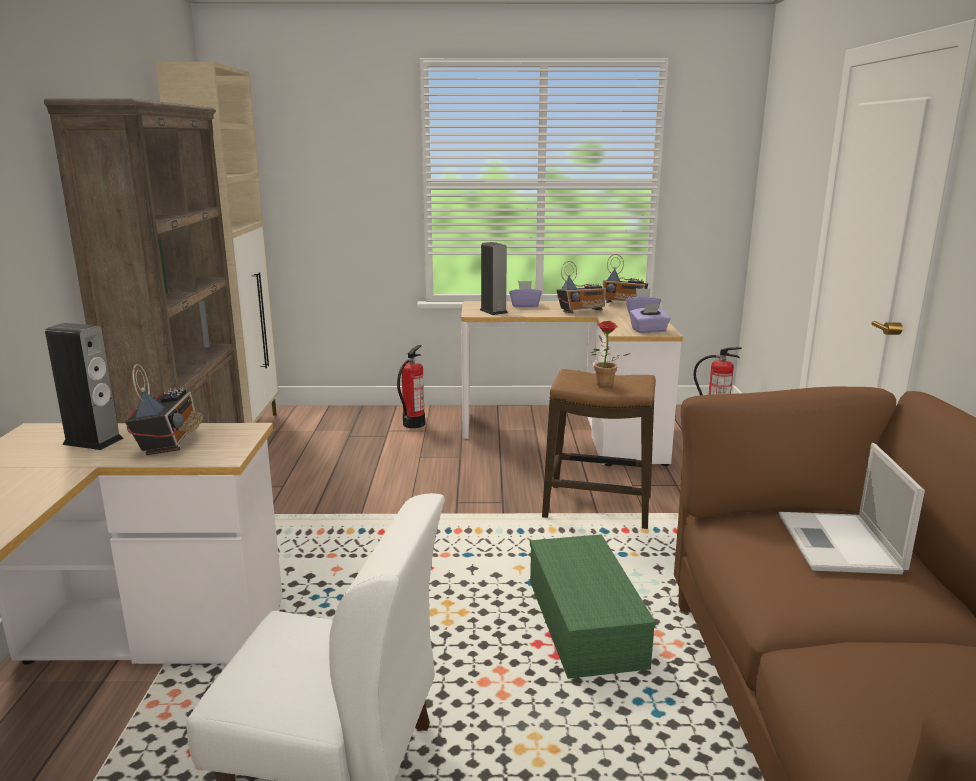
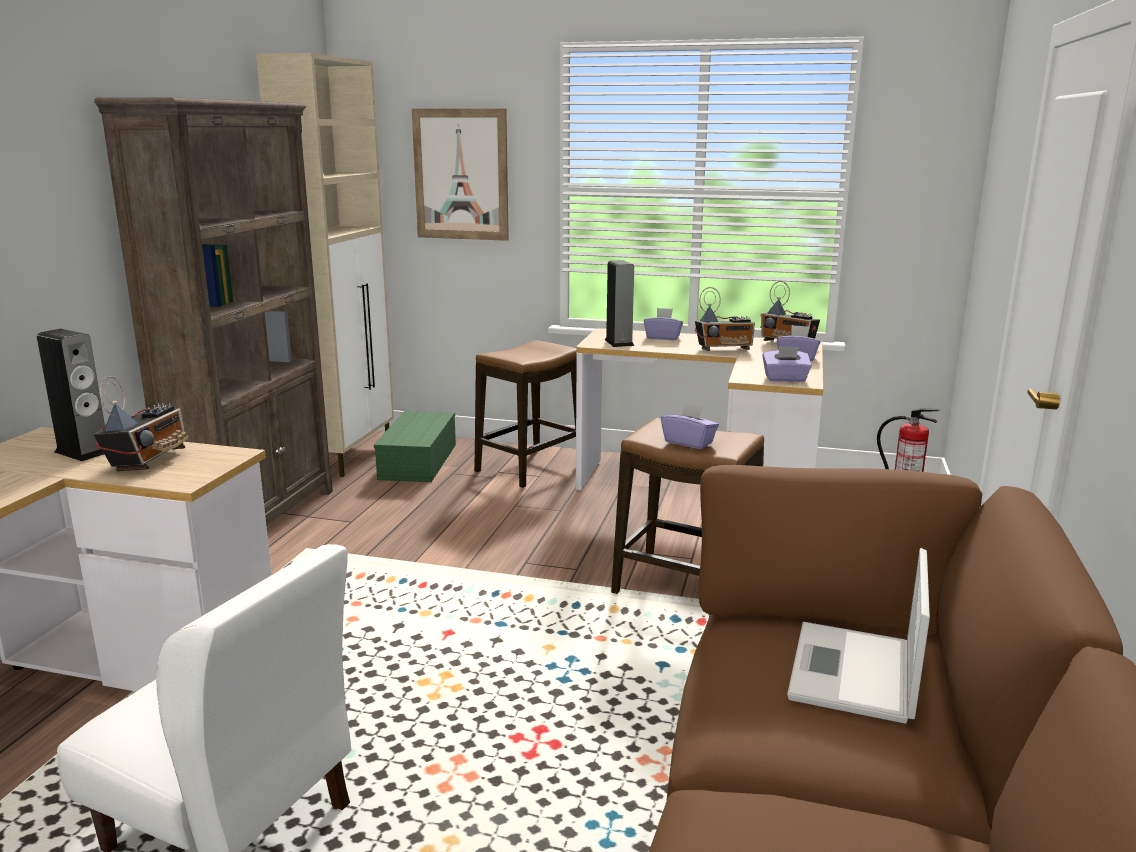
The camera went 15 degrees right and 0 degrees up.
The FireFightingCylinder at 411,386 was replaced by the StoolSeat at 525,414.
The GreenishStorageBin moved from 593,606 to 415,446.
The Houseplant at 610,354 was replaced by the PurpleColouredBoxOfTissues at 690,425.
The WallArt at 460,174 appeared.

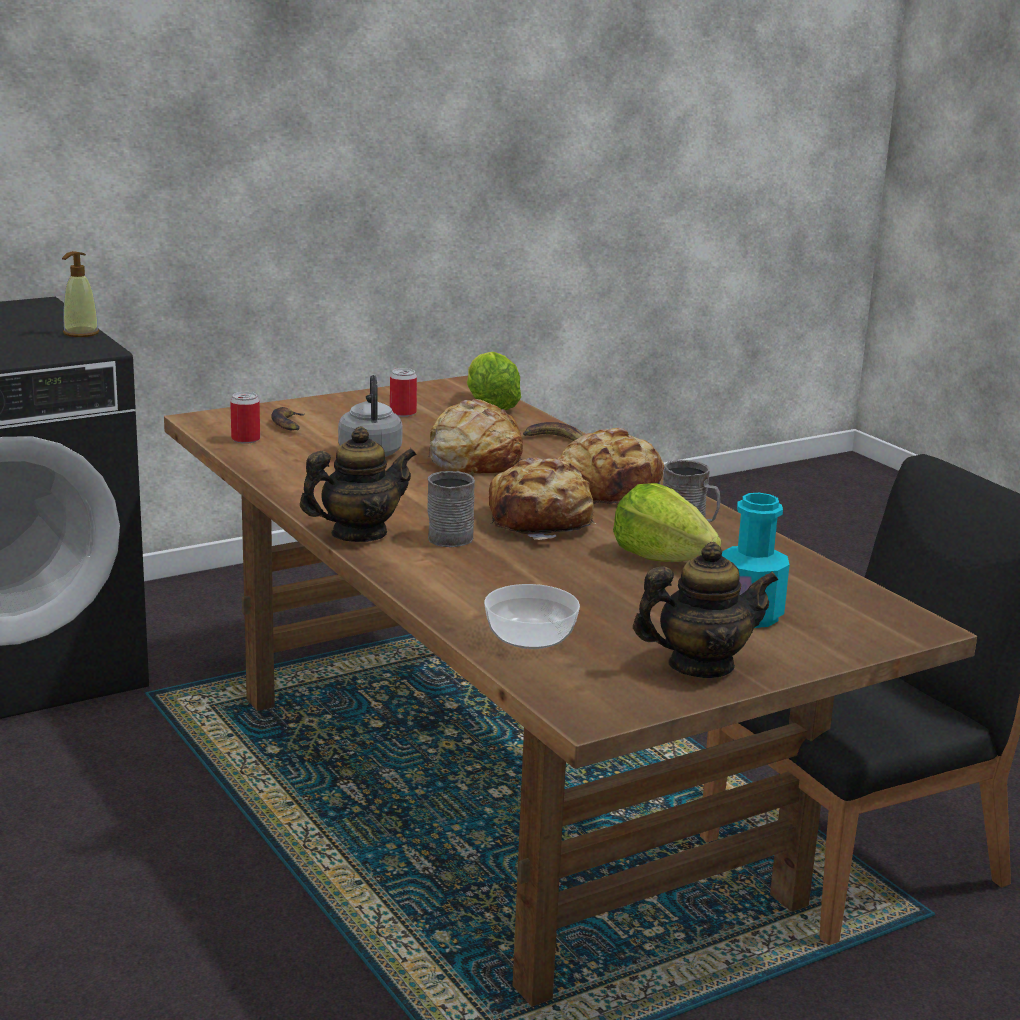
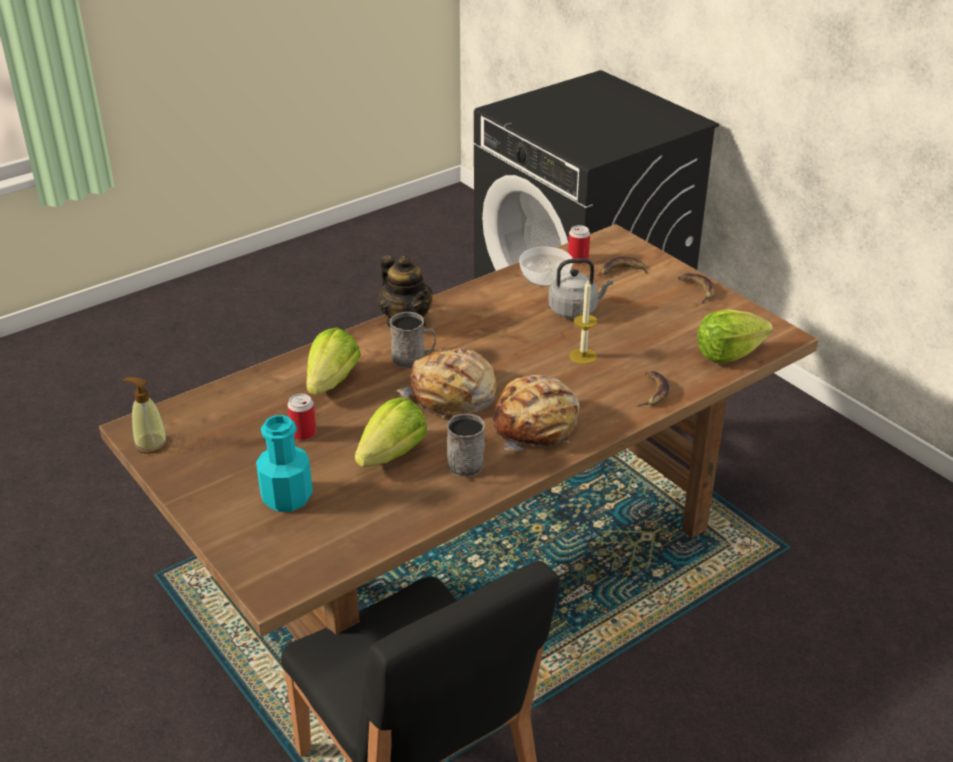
The camera went 85 degrees right and 15 degrees up.
The LiquidSoapBottle moved from 80,294 to 145,415.
The MetalCan moved from 403,392 to 301,417.
The BakeryBread at 475,436 was replaced by the WaxLight at 583,322.
The Bowl moved from 532,616 to 546,266.
The TeaPot at 706,610 disappeared.
The HeadOfLettuce at 333,361 appeared.
The Banana at 697,288 appeared.

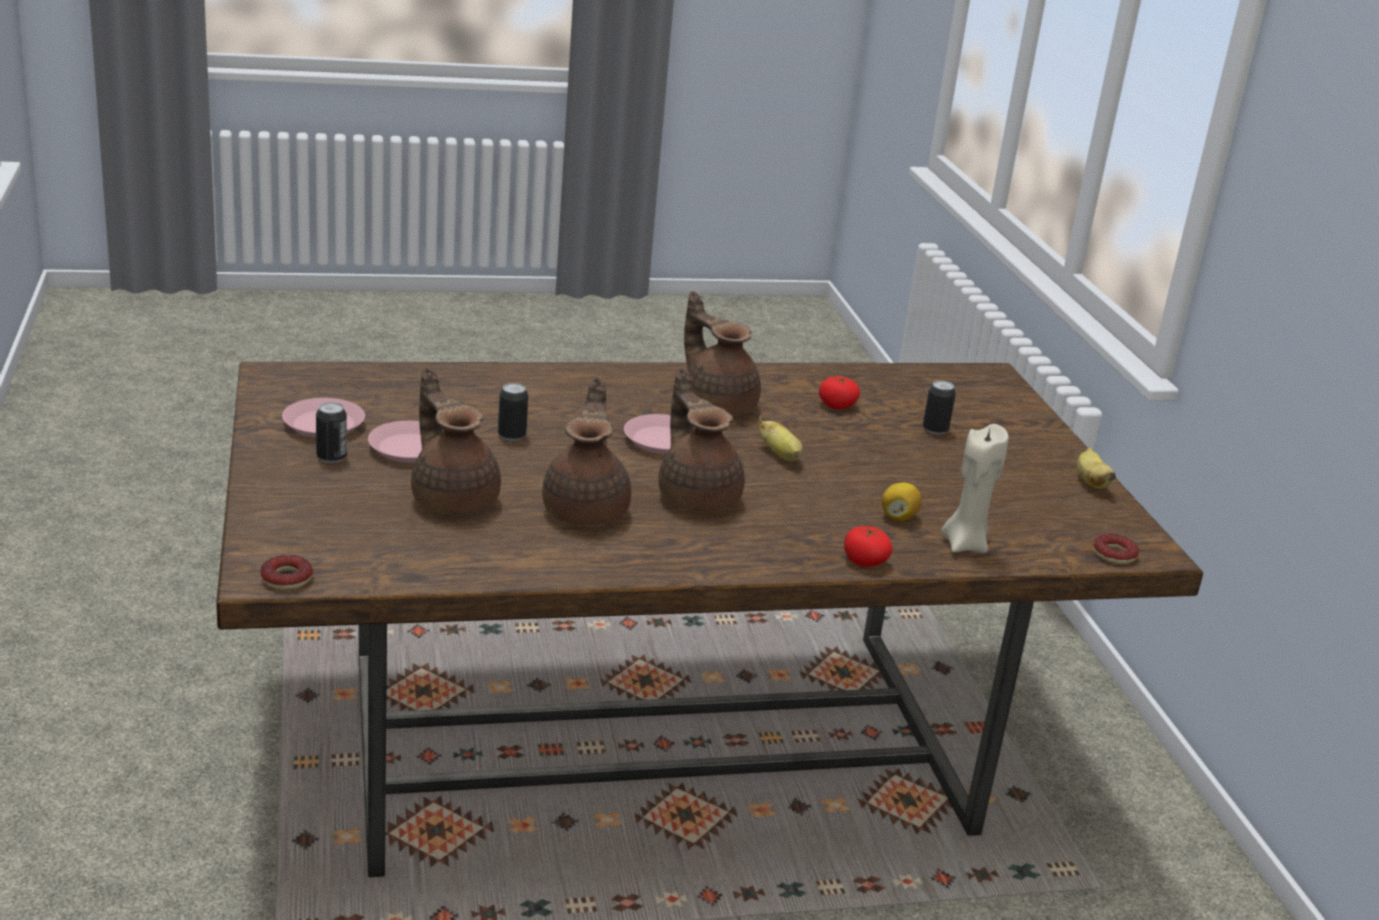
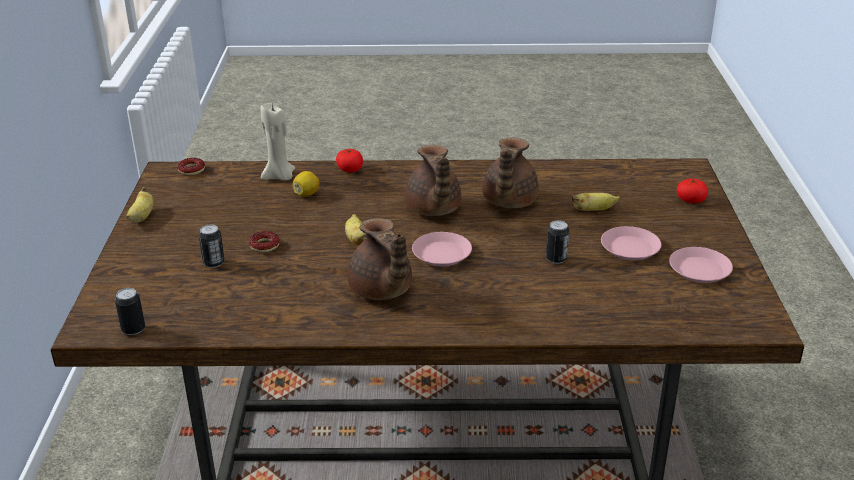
The camera went 165 degrees left and 5 degrees up.
The Donut moved from 287,572 to 264,241.
The MetalCan moved from 331,432 to 130,311.
The BrownishTeaPot at 456,441 was replaced by the Banana at 596,202.
The WholeTomato moved from 839,393 to 692,191.

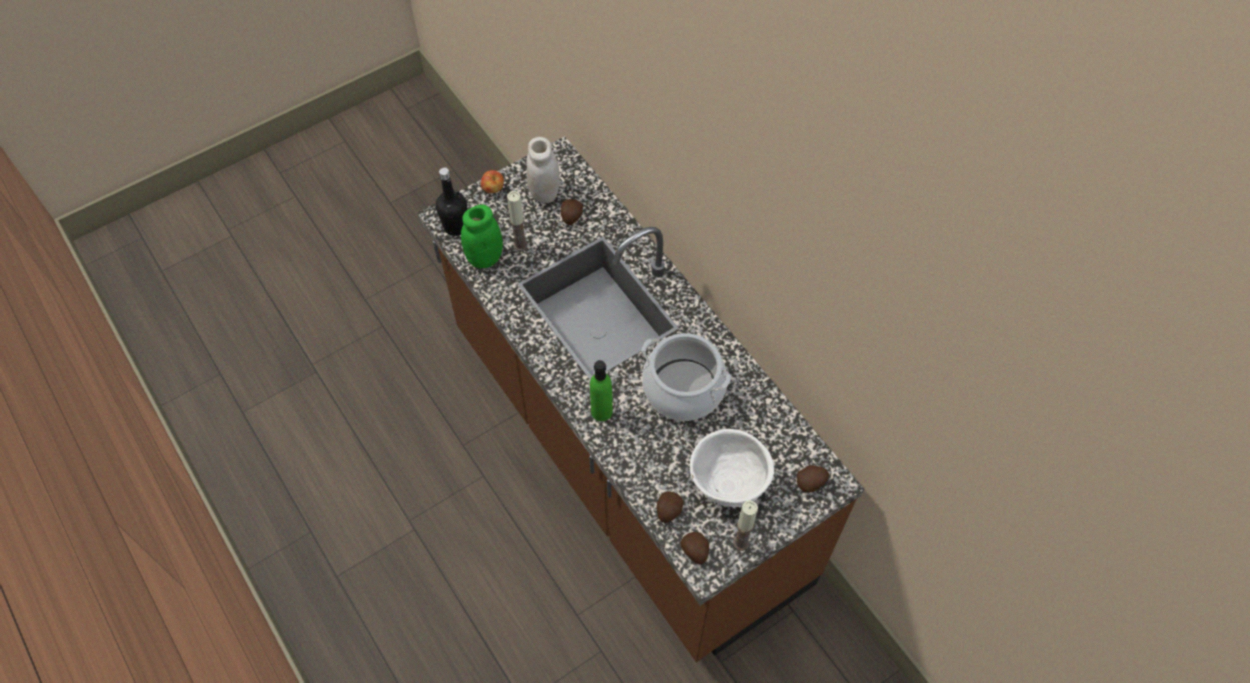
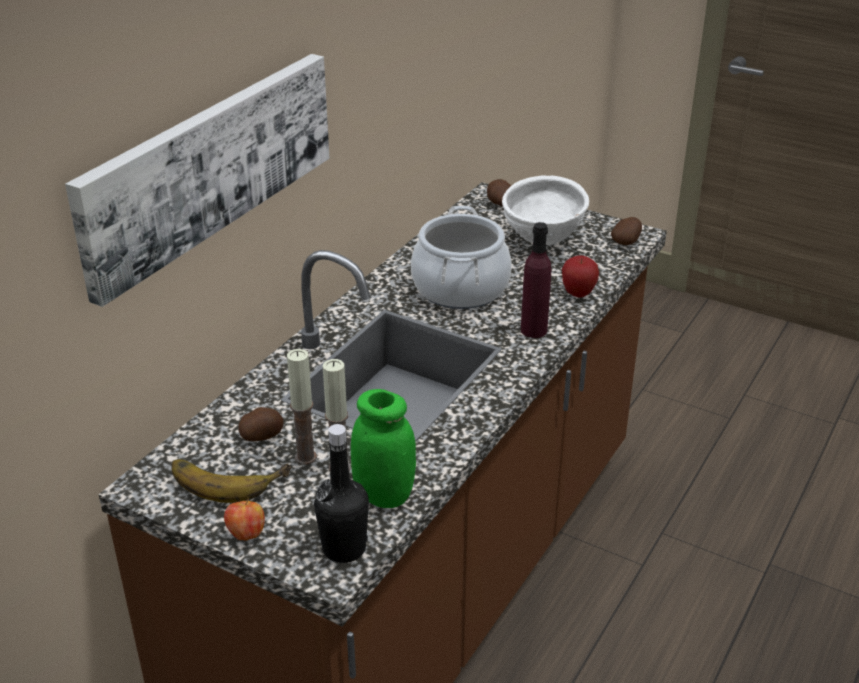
The camera went 115 degrees left and 25 degrees down.
The WhiteJar at 543,170 was replaced by the Banana at 231,481.
The GreenishBeverageBottle at 601,390 became the PurpleColouredBeverageBottle at 536,280.
The Spud at 670,507 disappeared.
The WaxLight moved from 745,525 to 302,407.
The WallArt at 197,180 appeared.
The AppleFruit at 580,276 appeared.

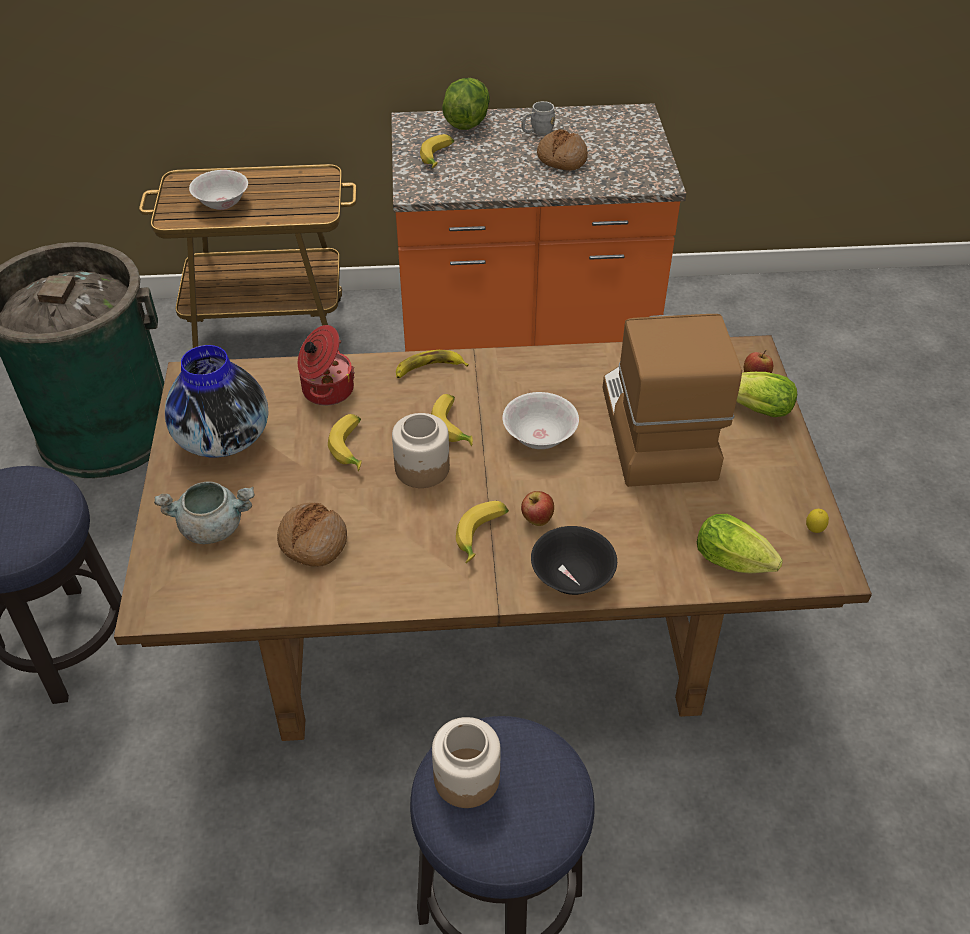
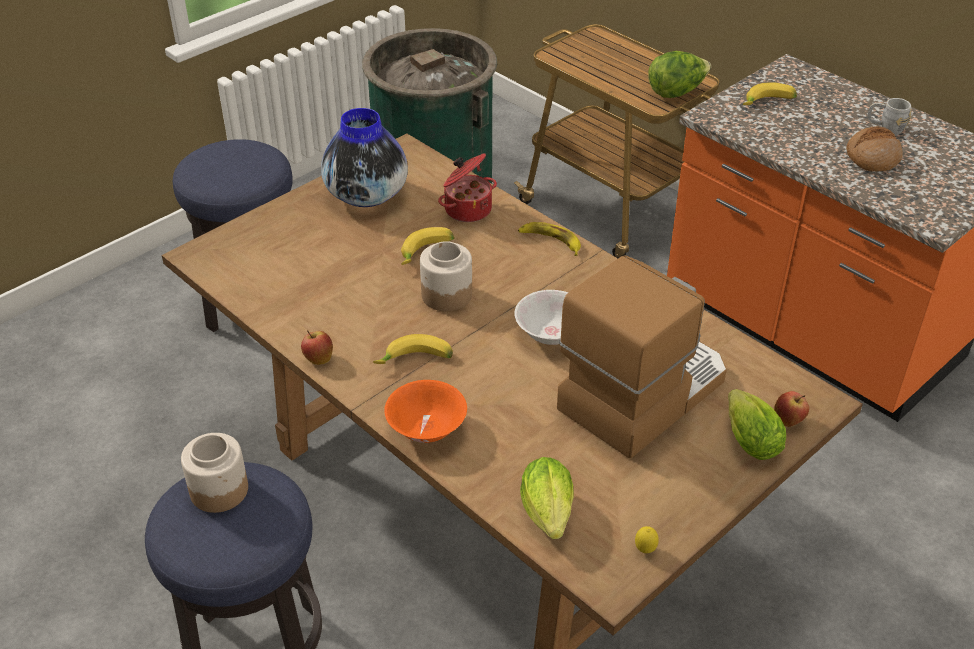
The camera went 50 degrees right and 5 degrees down.
The GreyishSaucepot at 204,513 disappeared.
The WhiteBowl at 218,190 disappeared.
The BakeryBread at 312,534 disappeared.
The Banana at 452,420 disappeared.
The HeadOfLettuce moved from 466,104 to 679,74.
The AppleFruit moved from 537,508 to 317,347.
The BlackColouredBowl at 574,560 became the OrangeyBowl at 425,411.

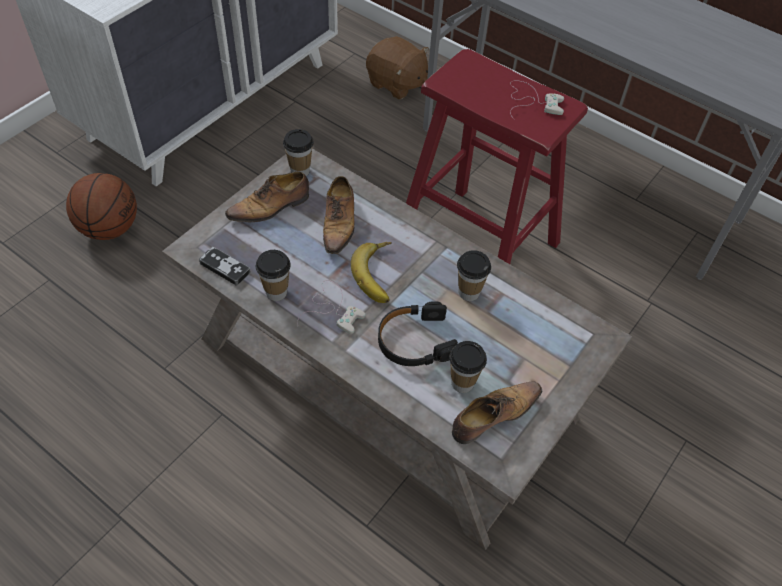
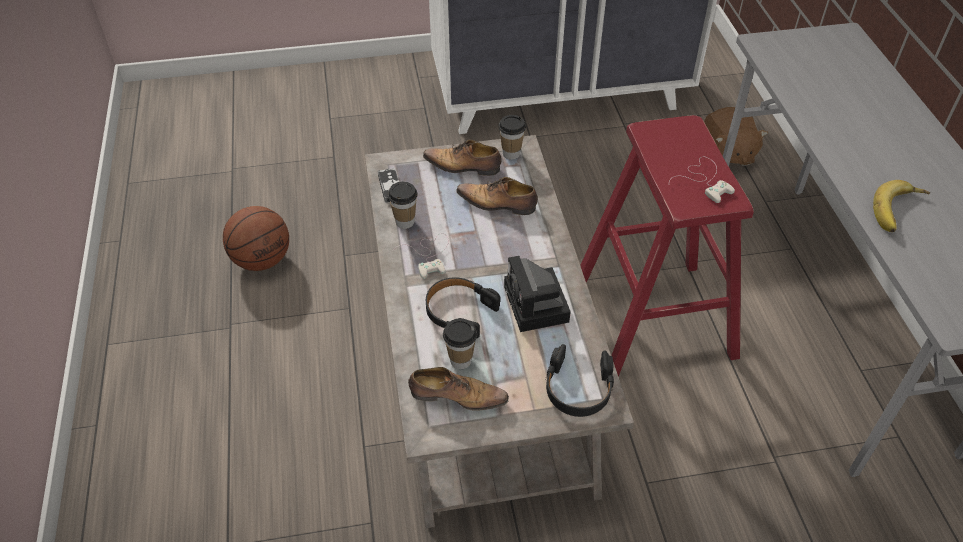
The camera went 45 degrees right and 5 degrees down.
The BasketballBall moved from 101,206 to 256,238.
The LowShoe at 339,215 turned 60 degrees clockwise.
The Banana moved from 371,272 to 901,206.
The Cup at 474,275 was replaced by the StillCamera at 537,294.
The BlackColouredHeadphones at 579,380 appeared.

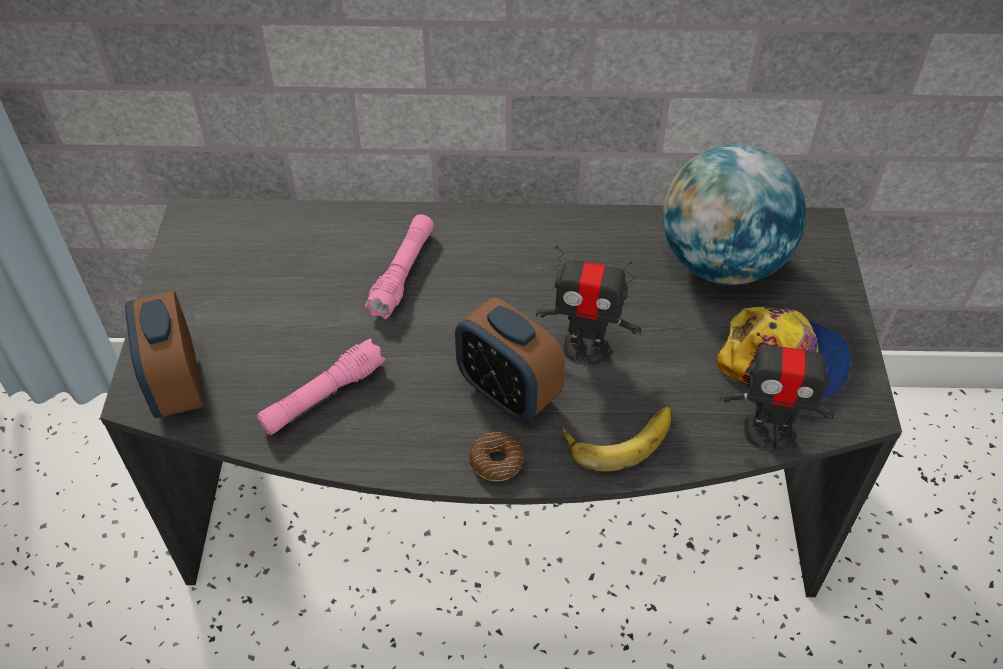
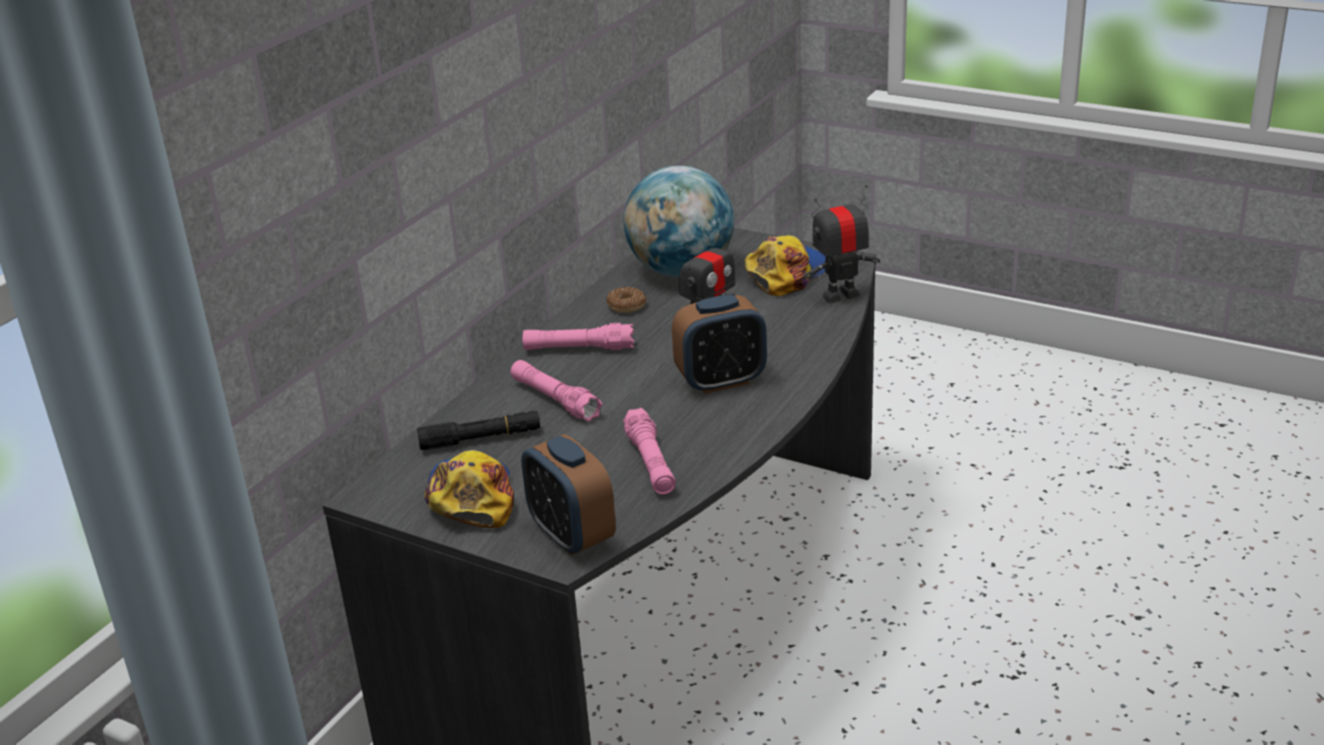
The camera went 60 degrees left and 20 degrees down.
The TableClock at 164,354 turned 45 degrees clockwise.
The Donut moved from 496,456 to 626,300.
The Banana at 616,439 disappeared.
The RobotFigure at 780,391 turned 150 degrees counterclockwise.
The BlackColouredHandTorch at 478,430 appeared.
The BaseballCap at 469,489 appeared.
The PinkishHandTorch at 578,336 appeared.

